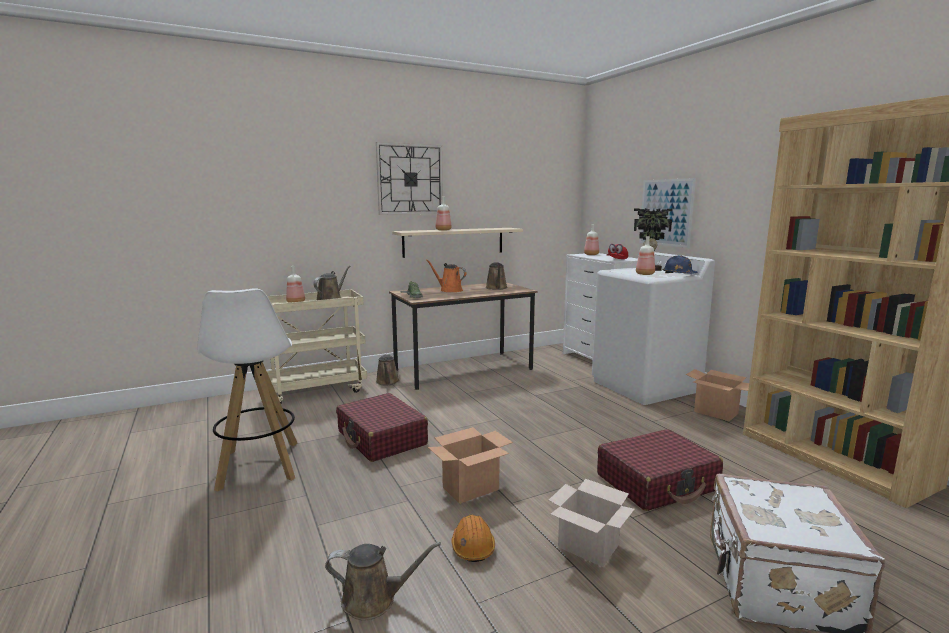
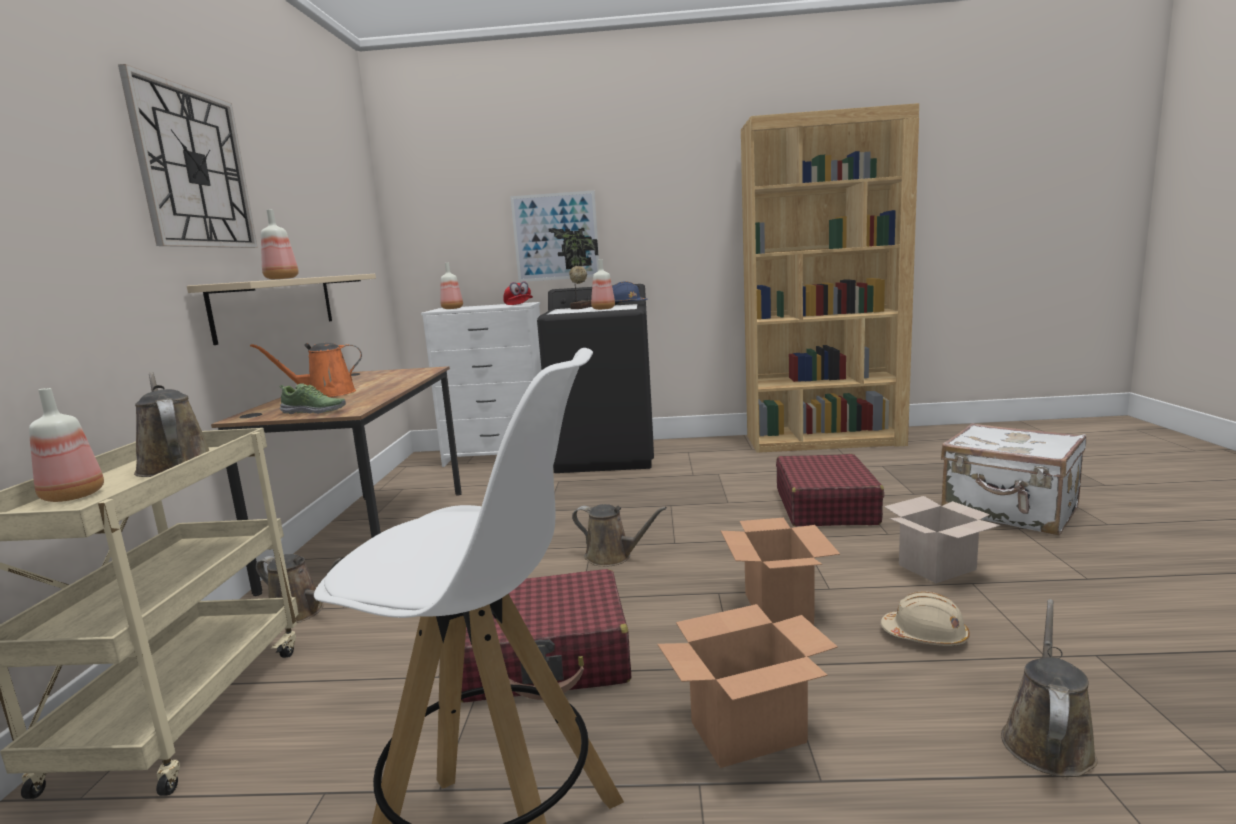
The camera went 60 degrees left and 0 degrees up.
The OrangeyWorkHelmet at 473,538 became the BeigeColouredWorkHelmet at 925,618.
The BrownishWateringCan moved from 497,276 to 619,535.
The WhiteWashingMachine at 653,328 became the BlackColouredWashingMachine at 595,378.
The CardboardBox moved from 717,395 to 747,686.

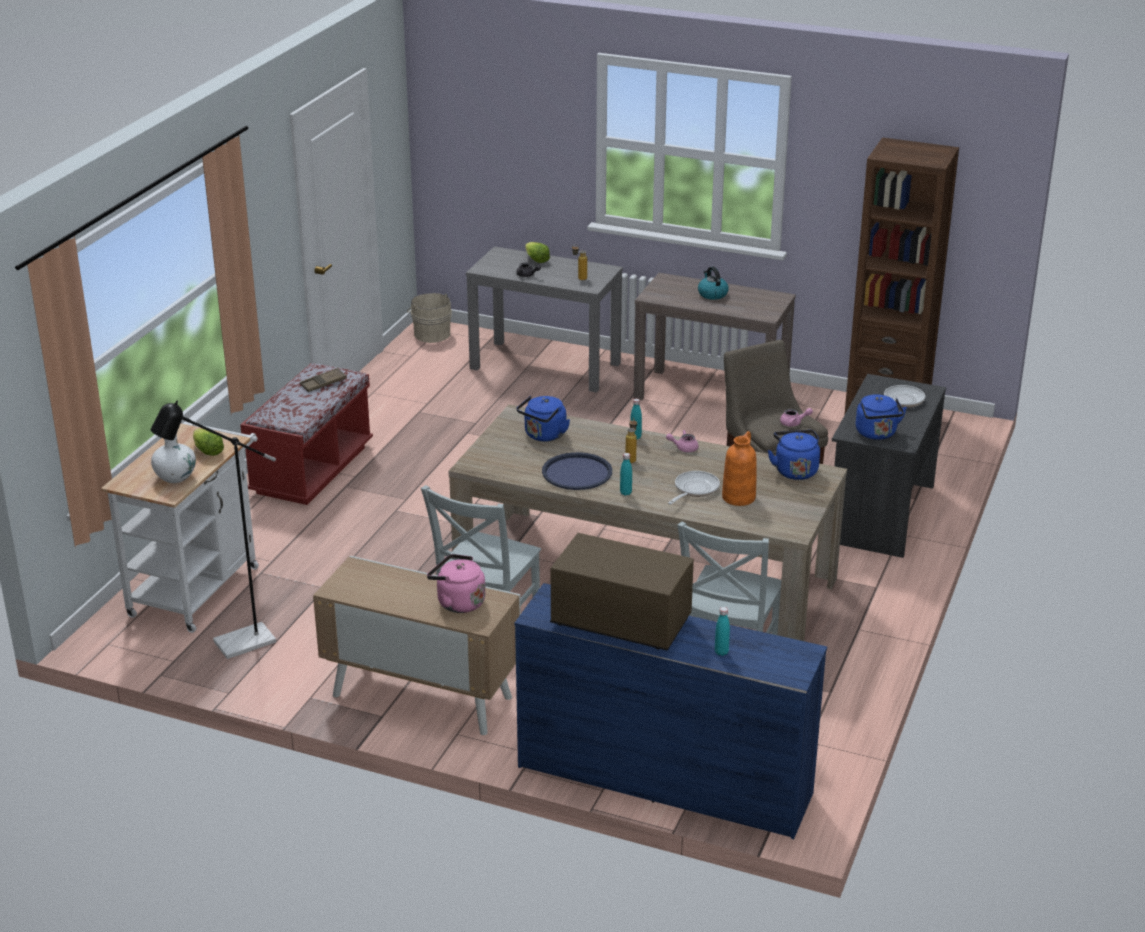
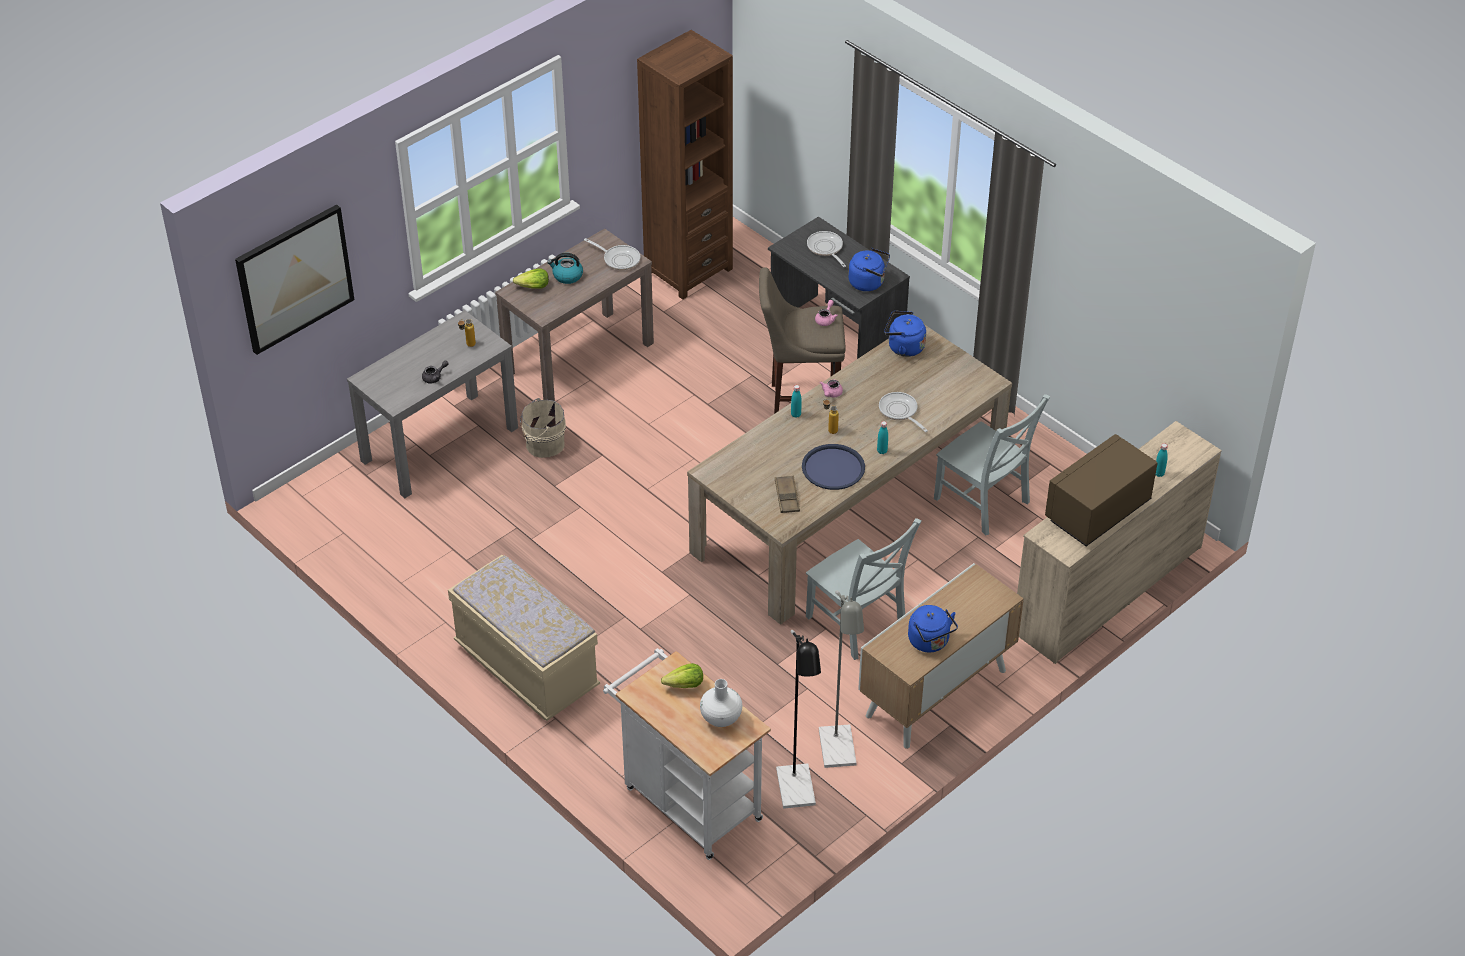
The camera went 65 degrees left and 15 degrees up.
The RedColouredLongSeat at 306,434 became the BeigeColouredLongSeat at 524,638.
The BrownishCarryingTray moved from 323,380 to 787,494.
The BeigeColouredWaterBucket moved from 429,318 to 543,428.
The PinkishKettle at 456,583 disappeared.
The BluishDrawerChest at 670,711 became the BeigeColouredDrawerChest at 1119,542.
The BluishKettle moved from 543,419 to 933,628.
The HeadOfLettuce moved from 537,252 to 531,278.
The OrangeyVase at 739,468 disappeared.
The WallArt at 294,279 appeared.
The FryingPan at 612,254 appeared.
The GreyishStandingLamp at 841,679 appeared.

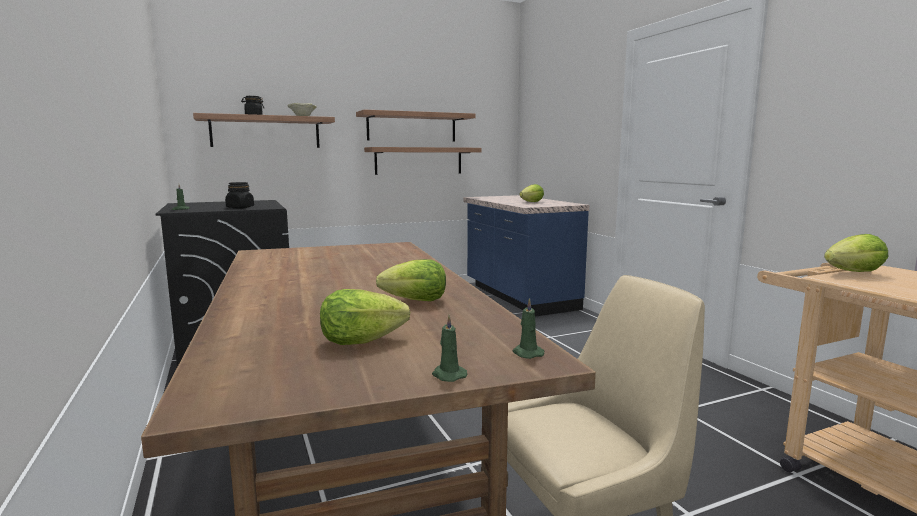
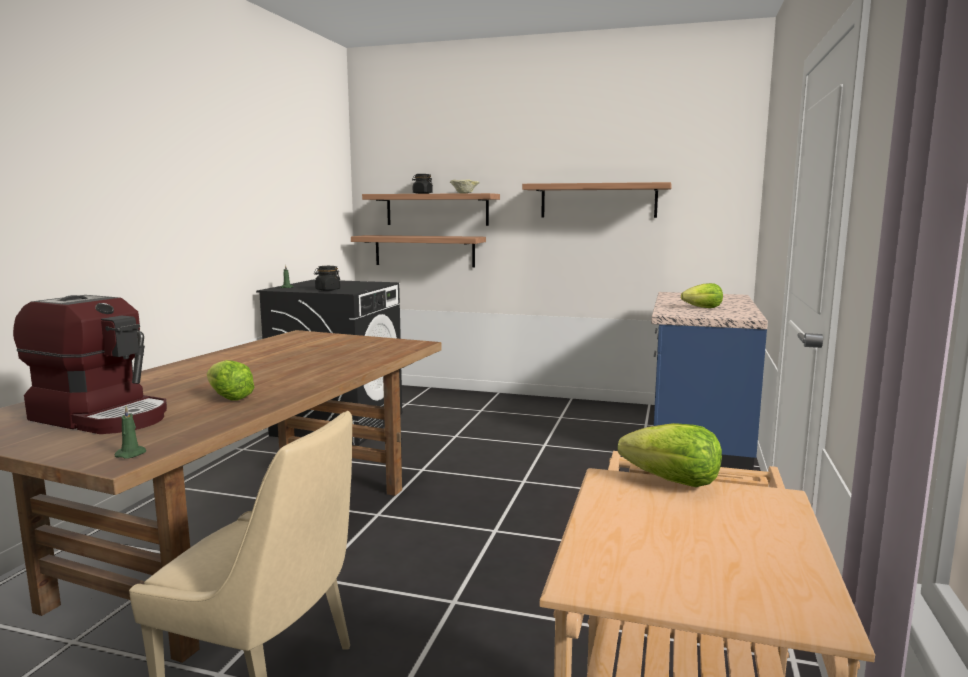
The camera went 40 degrees right and 0 degrees up.
The HeadOfLettuce at 365,317 was replaced by the CoffeeMachine at 90,364.
The WallShelf moved from 423,161 to 418,251.
The GreenishWaxLight at 449,348 disappeared.

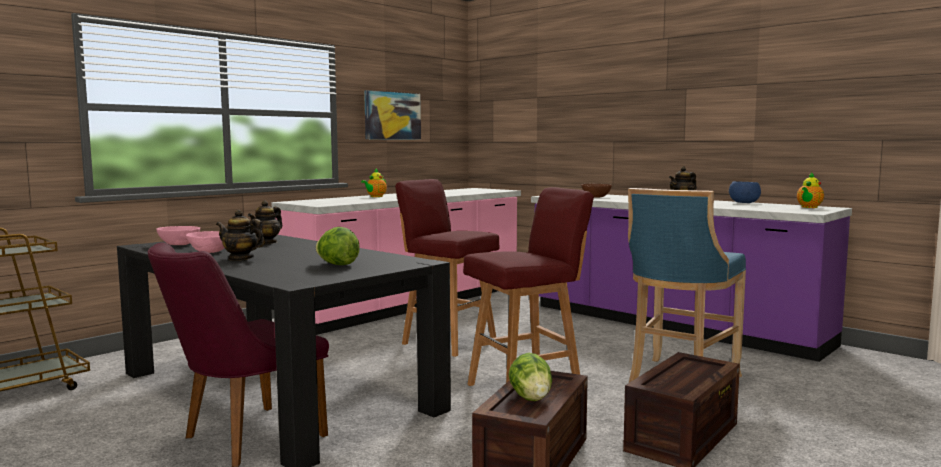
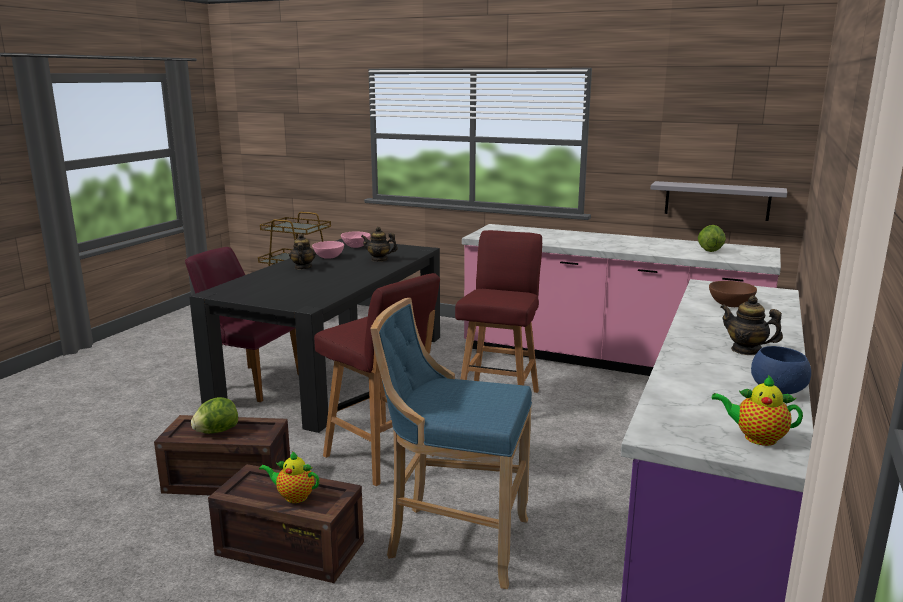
The camera went 70 degrees right and 10 degrees up.
The HeadOfLettuce moved from 338,246 to 712,238.
The TeaPot moved from 374,183 to 289,477.
The WallArt at 392,115 disappeared.
The GreyishWallShelf at 719,201 appeared.

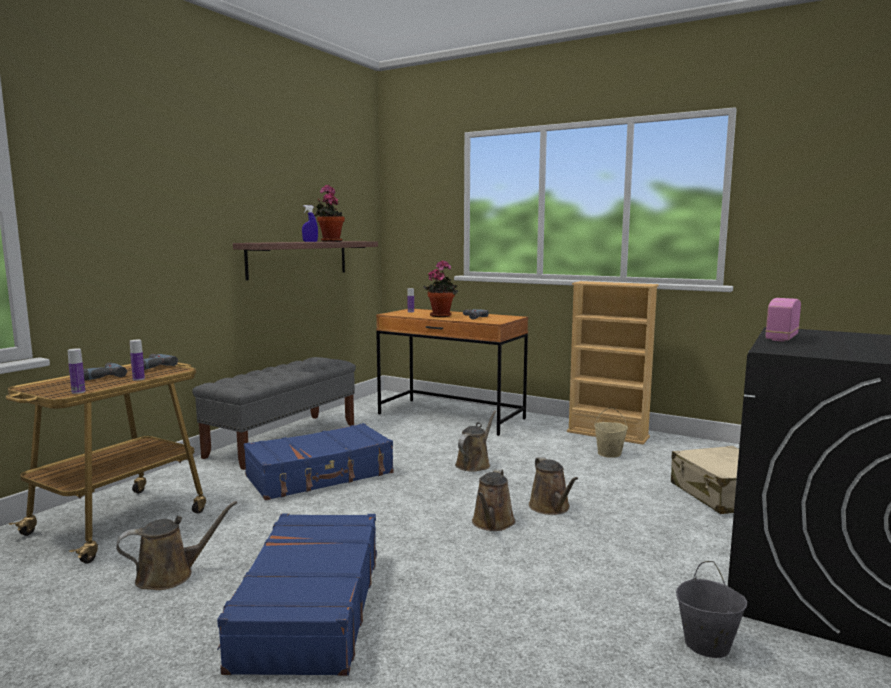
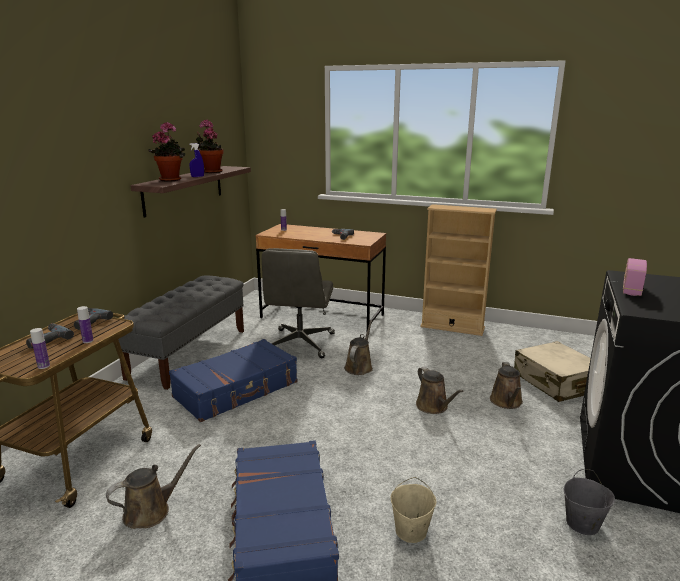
The camera went 10 degrees left and 10 degrees up.
The Houseplant moved from 440,289 to 166,152.
The BrownishWateringCan moved from 494,500 to 506,385.
The BeigeColouredWaterBucket moved from 611,432 to 413,510.
The GreyishComputerChair at 298,303 appeared.

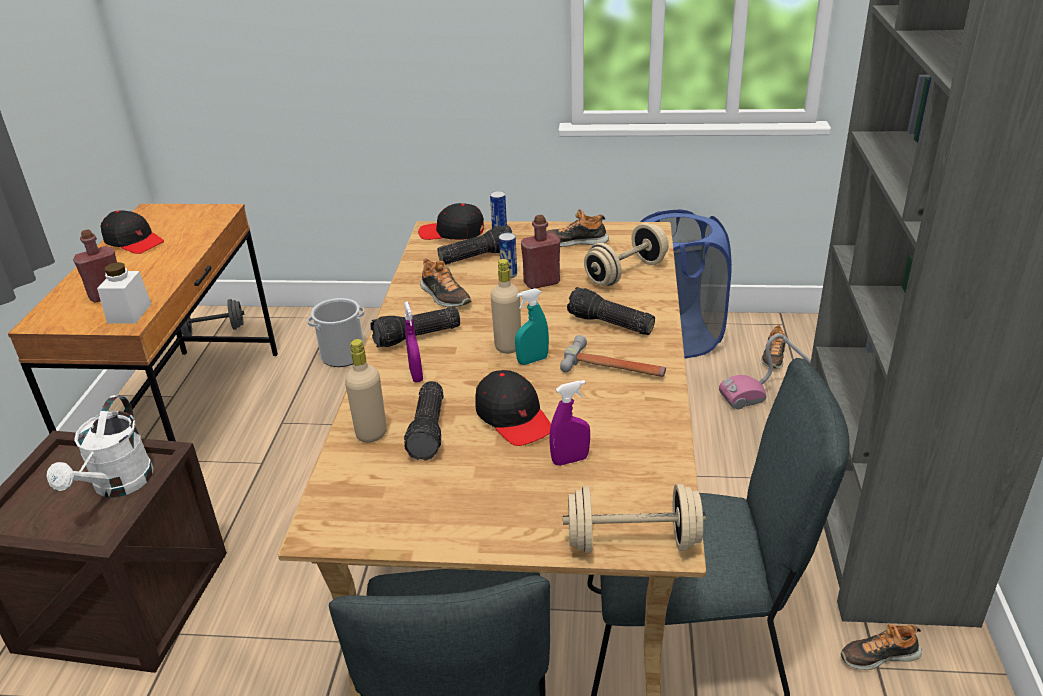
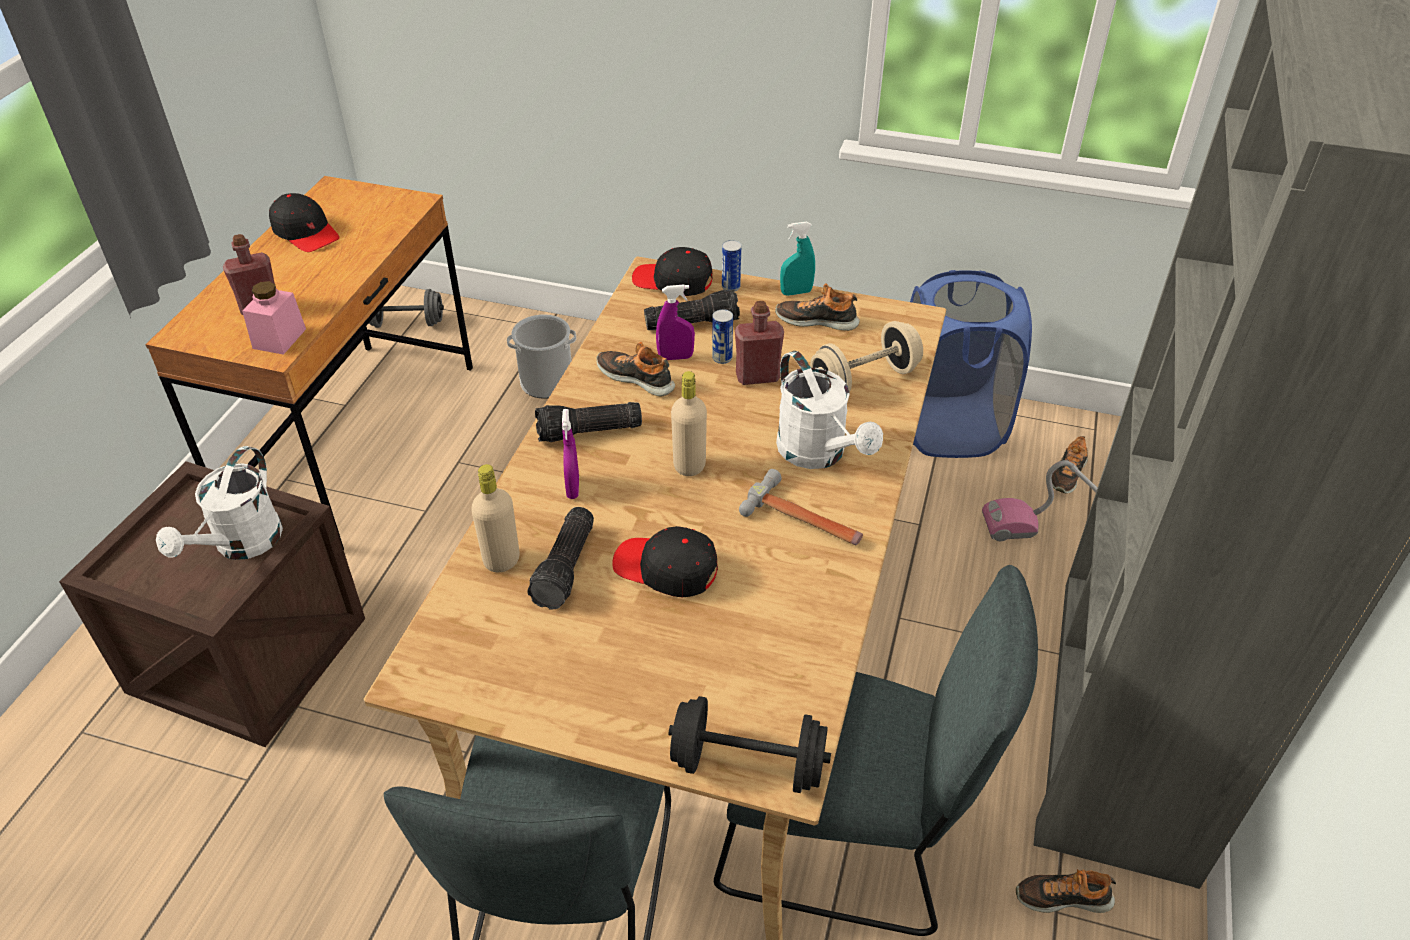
The camera went 10 degrees right and 10 degrees up.
The WhiteJar at 124,293 became the PinkishJar at 274,318.
The LowShoe at 446,282 turned 150 degrees clockwise.
The BlackColouredBaseballCap at 513,408 turned 135 degrees clockwise.
The TurquoiseSprayer moved from 532,326 to 797,259.
The PurpleColouredSprayer moved from 569,423 to 675,322.
The BeigeColouredDumbbell at 634,518 became the BlackColouredDumbbell at 750,744.
The HandTorch at 611,311 was replaced by the WhiteWateringCan at 829,410.

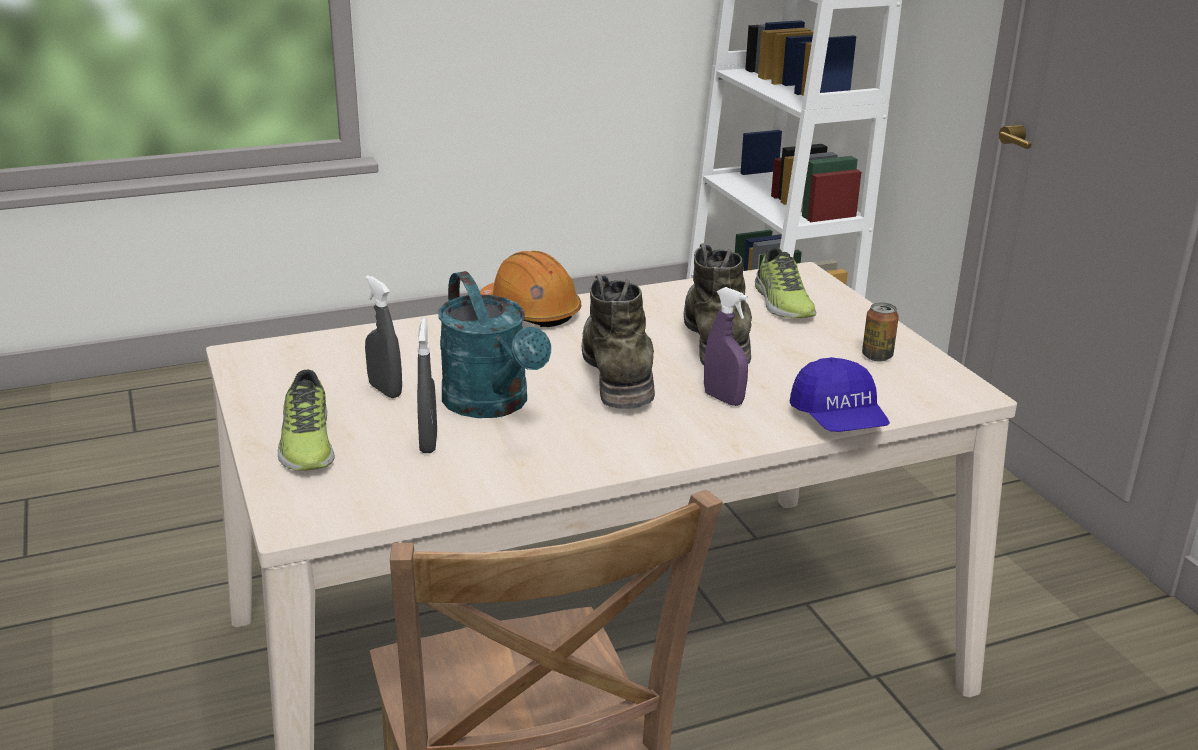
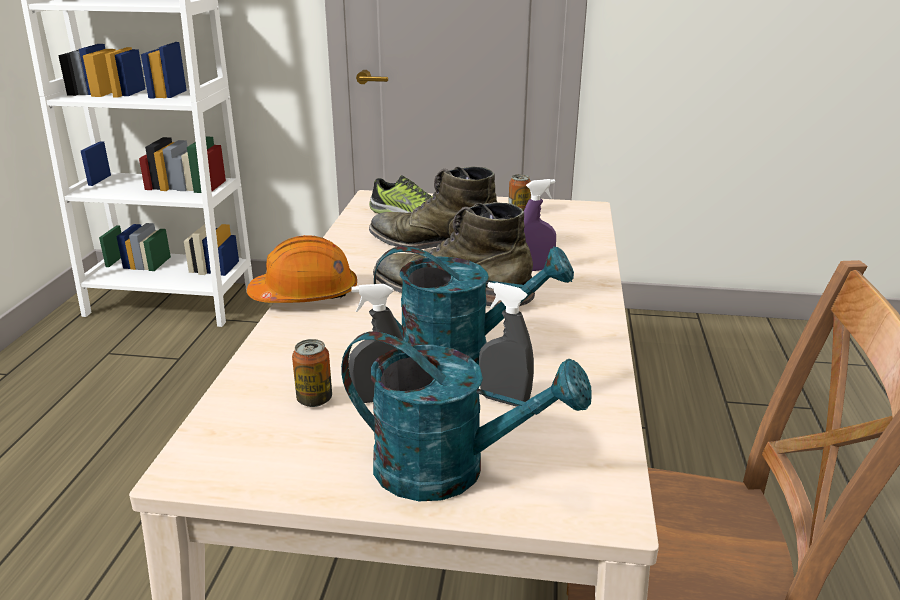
The camera went 60 degrees left and 0 degrees up.
The LowShoe at 306,420 was replaced by the TurquoiseWateringCan at 466,416.
The BluishBaseballCap at 840,394 disappeared.
The MetalCan at 312,373 appeared.

